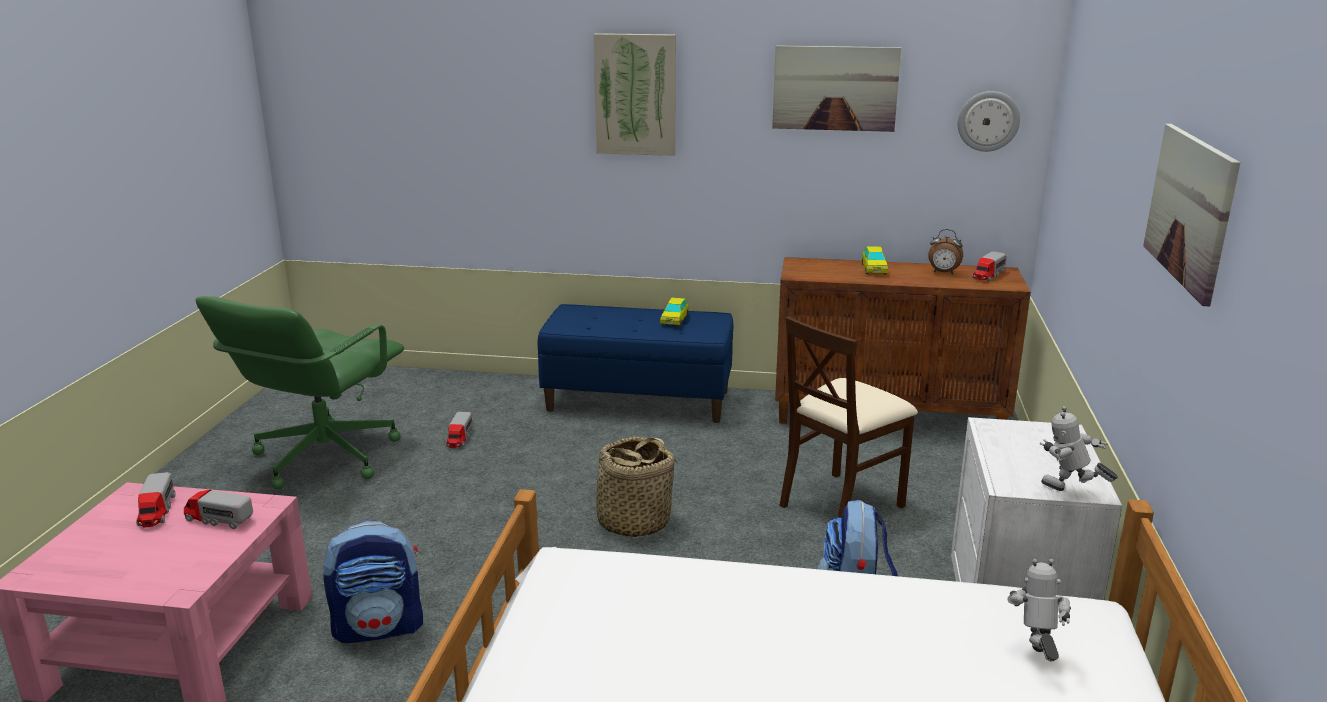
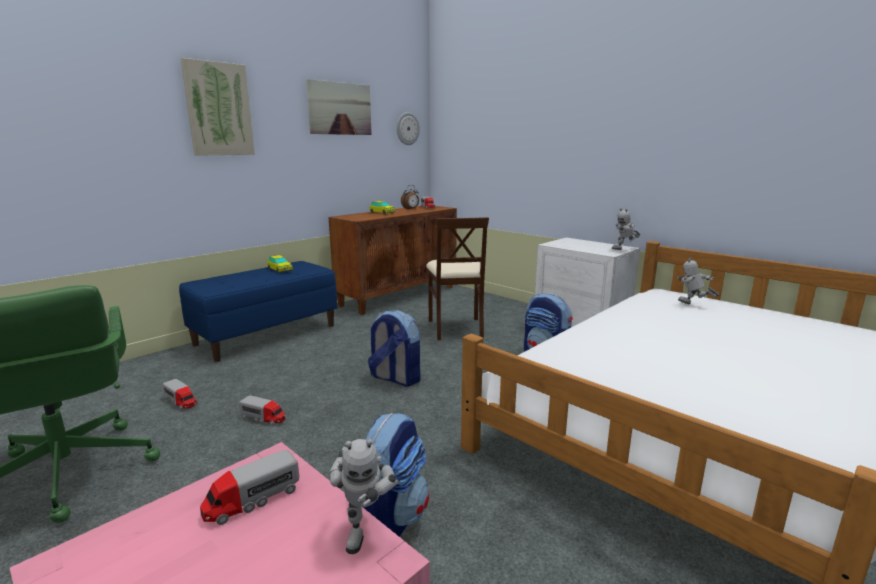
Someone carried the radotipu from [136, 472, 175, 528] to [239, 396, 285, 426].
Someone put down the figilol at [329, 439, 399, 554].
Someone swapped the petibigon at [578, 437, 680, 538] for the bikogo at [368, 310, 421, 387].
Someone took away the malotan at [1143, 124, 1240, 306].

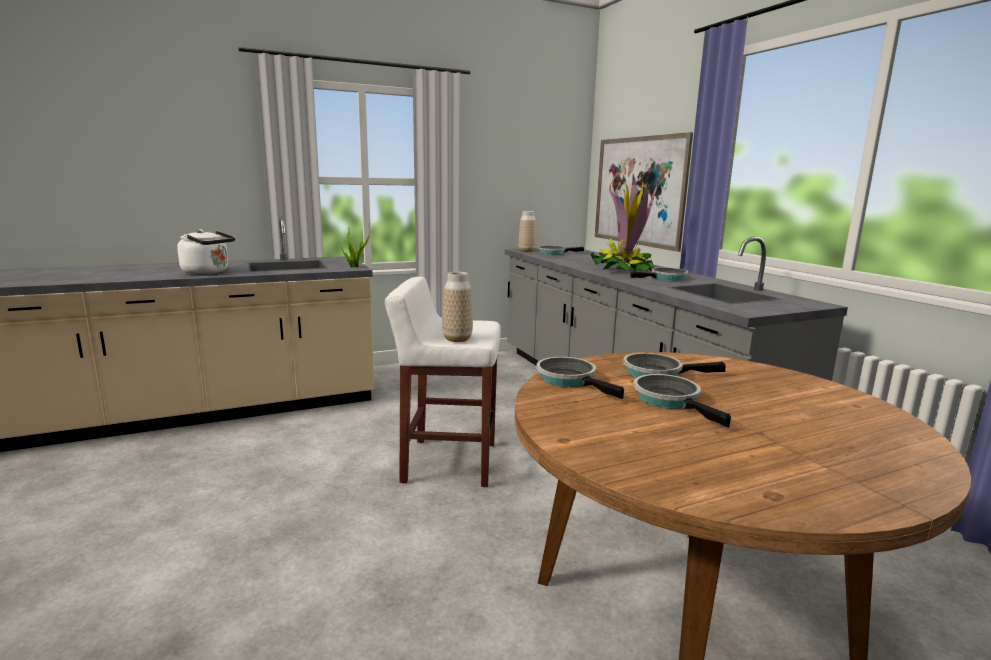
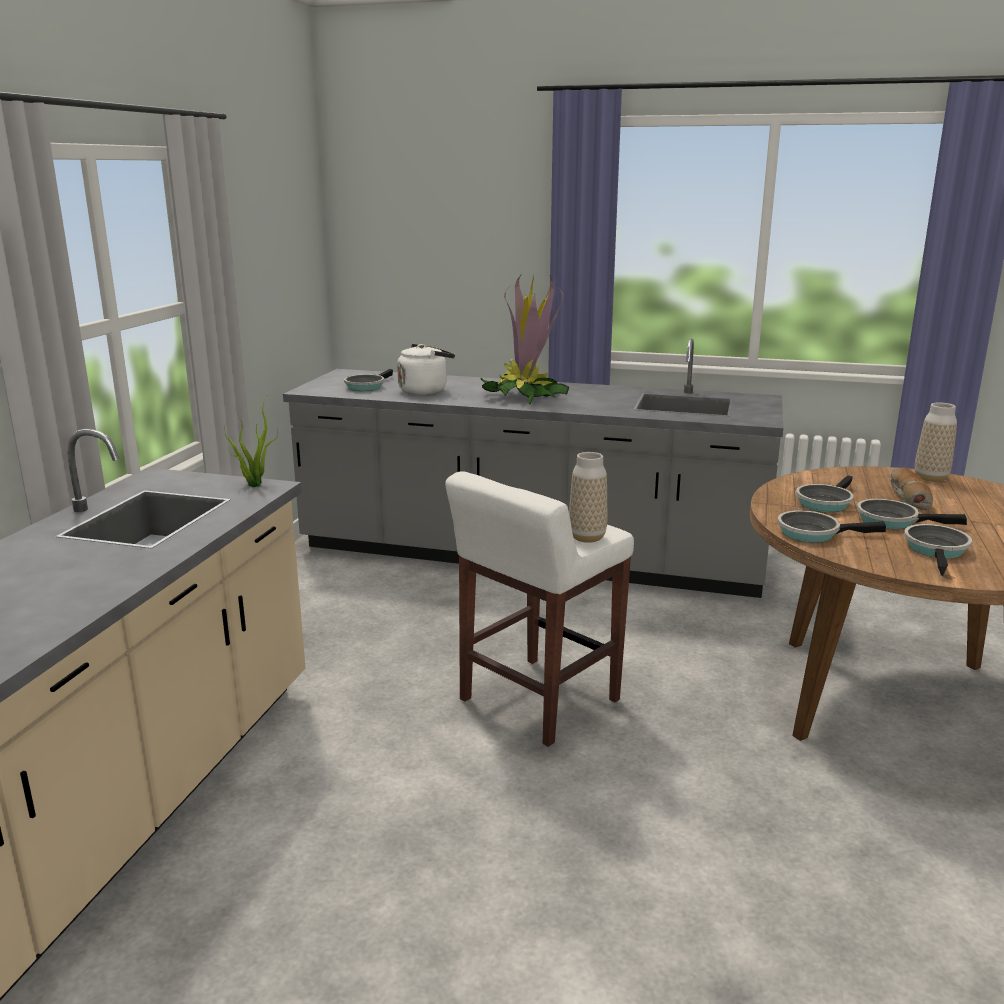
Someone carried the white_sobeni from [177, 229, 235, 275] to [397, 344, 455, 395].
Someone put down the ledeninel at [890, 467, 933, 510].
Someone carried the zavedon from [630, 268, 688, 281] to [904, 524, 972, 576].
Someone carried the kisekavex from [518, 211, 536, 252] to [915, 402, 957, 482].
Someone took away the malotan at [595, 132, 693, 252].

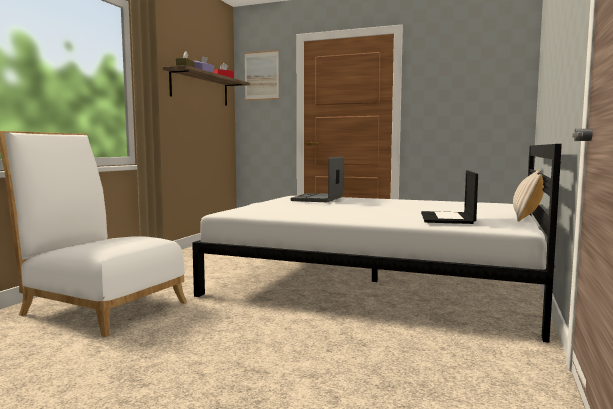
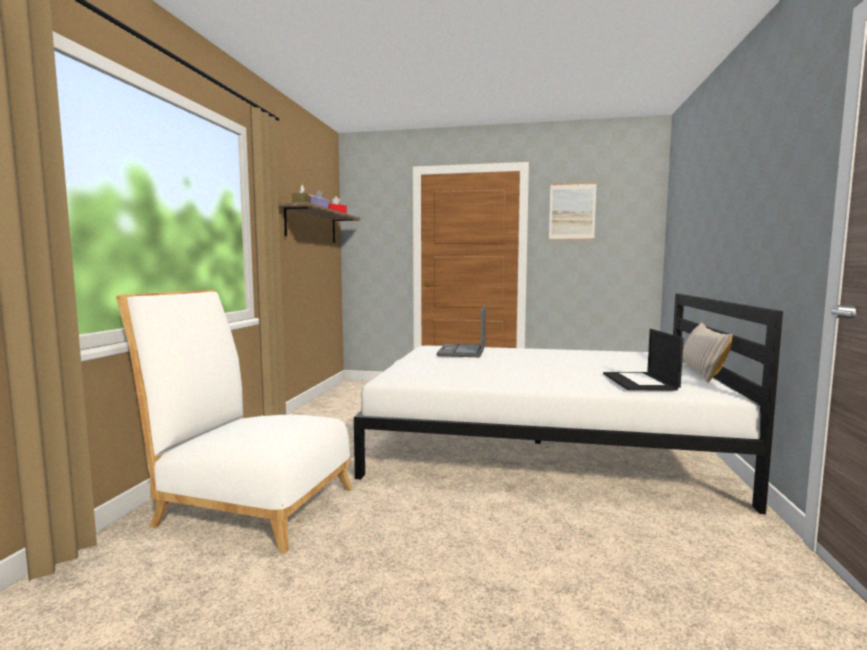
Someone carried the malotan from [244, 50, 279, 100] to [549, 182, 597, 240].

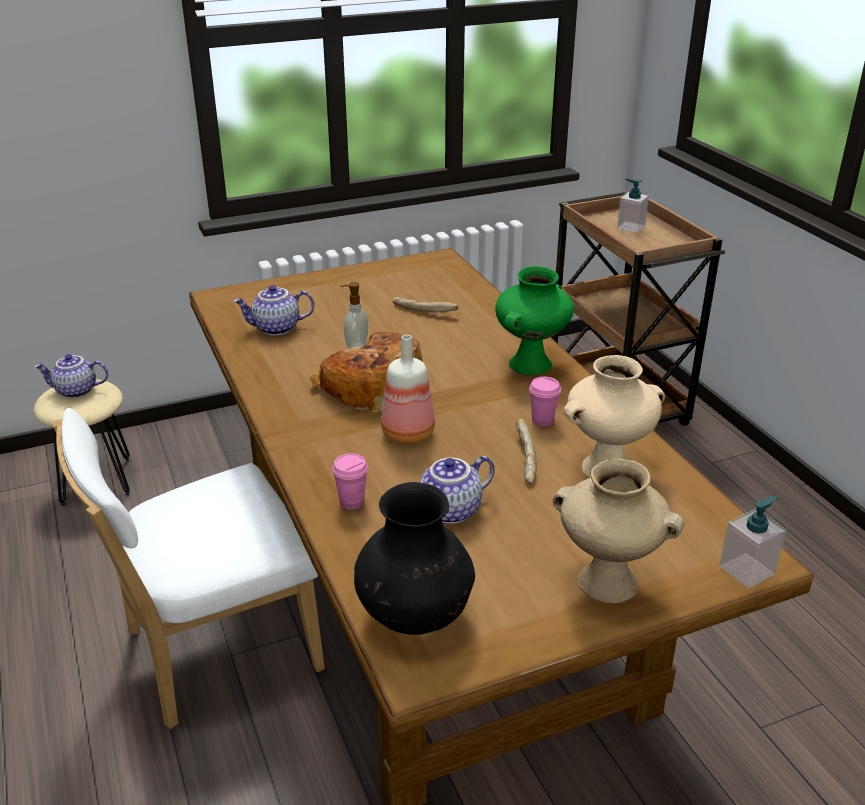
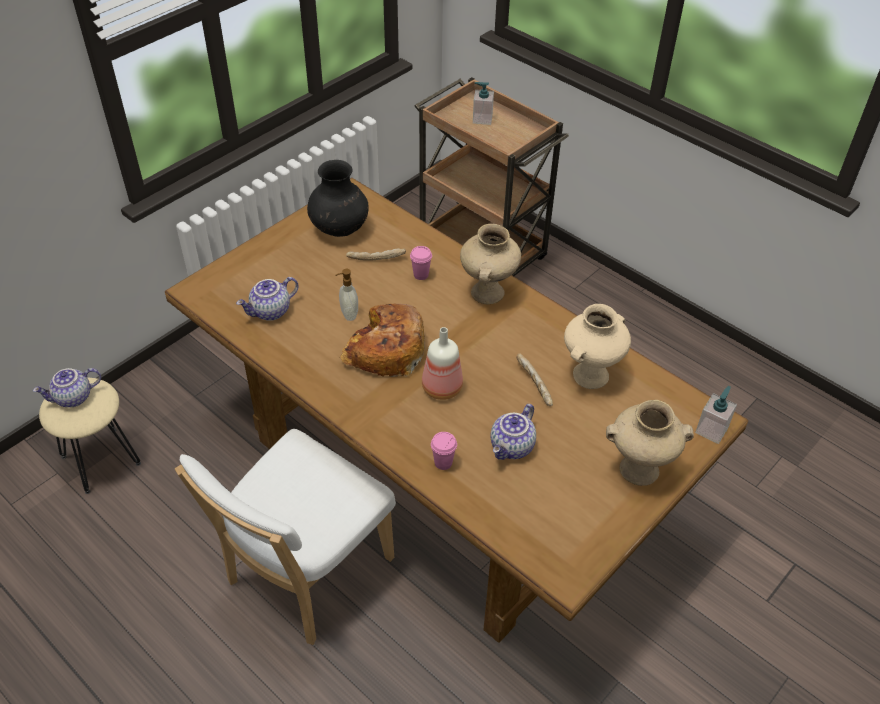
Someone carried the black_kisekavex from [354, 482, 475, 635] to [307, 160, 369, 237].
Someone carried the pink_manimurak from [529, 377, 561, 427] to [410, 246, 432, 280].
Someone repainted the green_kisekavex at [495, 266, 574, 375], which became the beige_kisekavex at [460, 224, 521, 304].

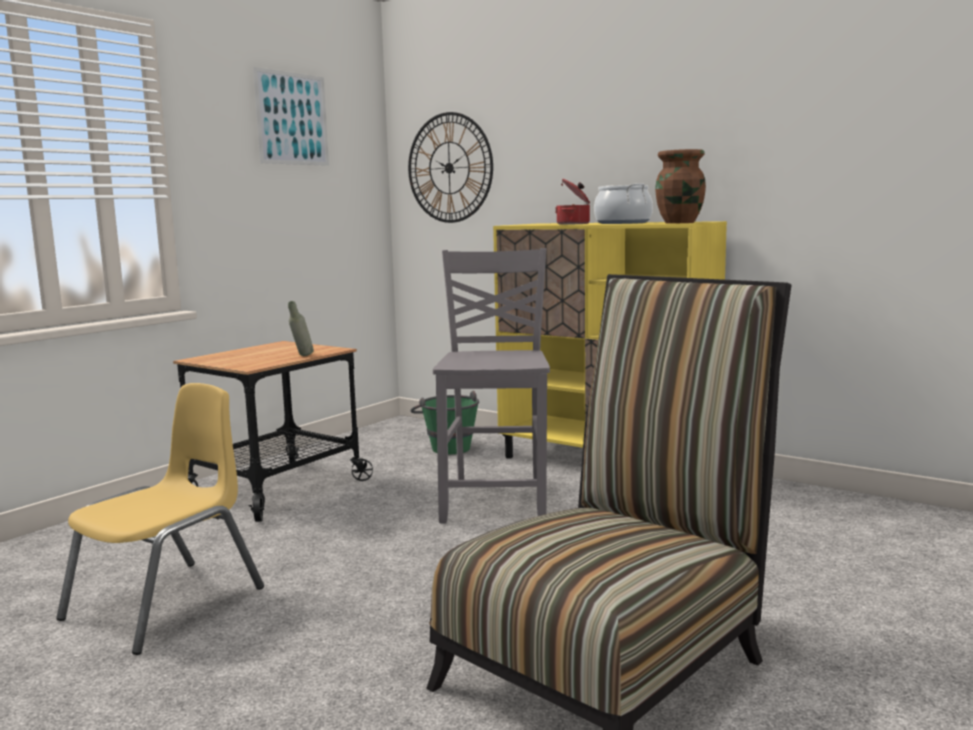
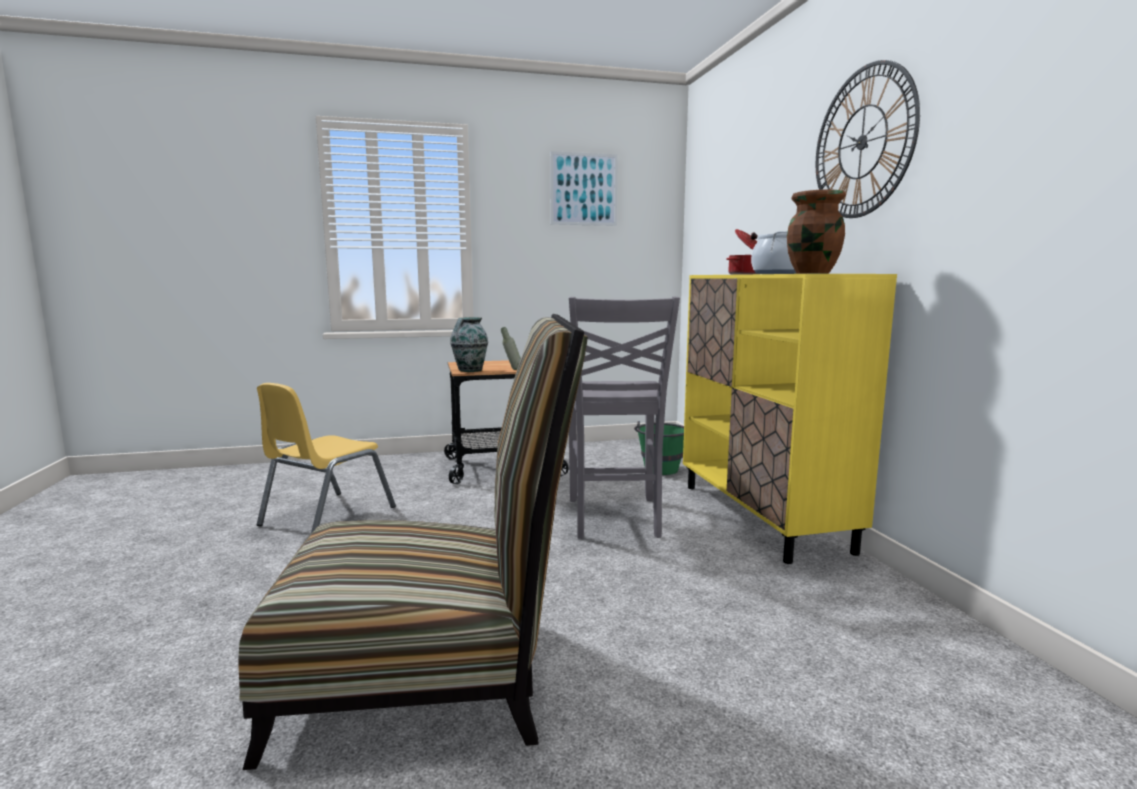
Someone rotated the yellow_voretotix at [56, 383, 264, 655] by 135 degrees clockwise.
Someone put down the kisekavex at [450, 317, 488, 372].
Someone rotated the grey_voretotix at [433, 248, 550, 524] by 135 degrees clockwise.
Someone carried the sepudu from [408, 112, 493, 223] to [816, 60, 920, 218].

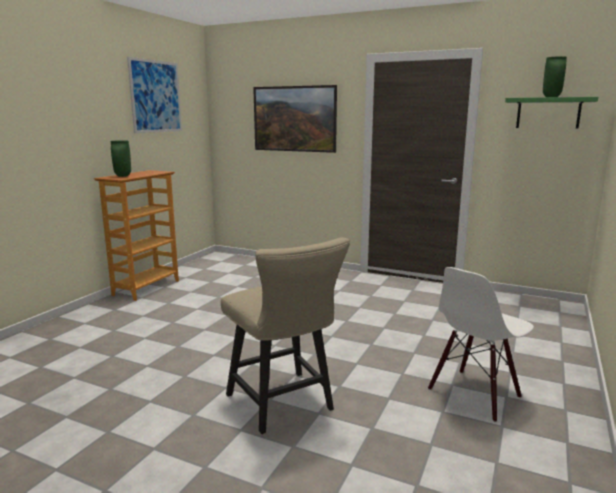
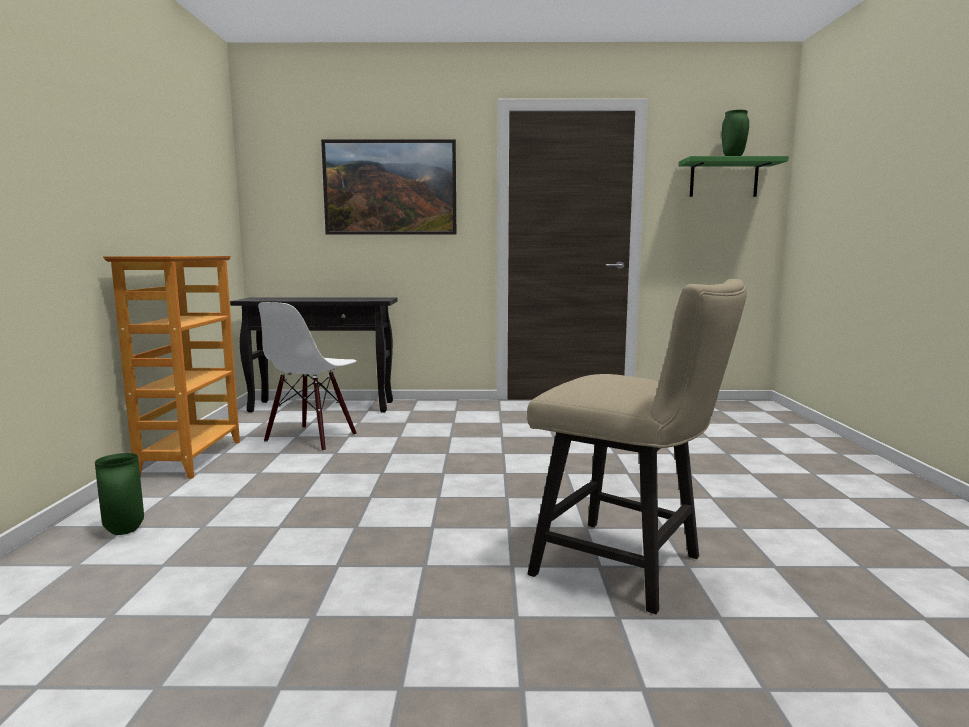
Someone carried the green_kisekavex from [111, 140, 131, 177] to [95, 453, 144, 535].
Someone put down the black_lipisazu at [230, 297, 398, 412].
Someone carried the white_voretotix from [428, 267, 534, 423] to [258, 302, 357, 451].
Someone took away the malotan at [127, 57, 182, 133].

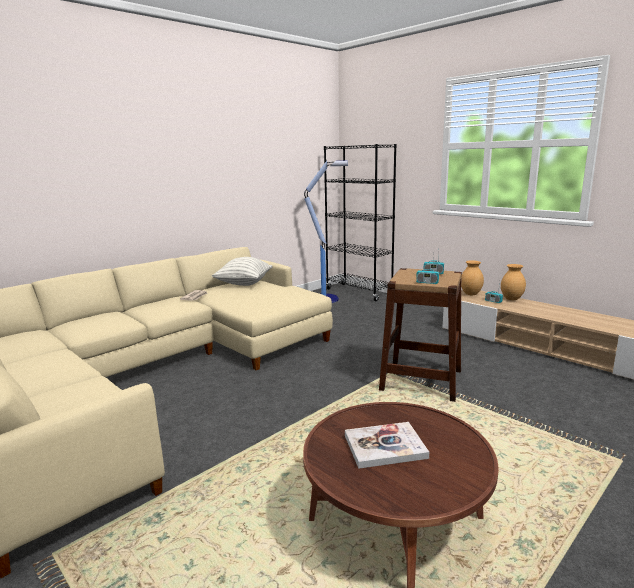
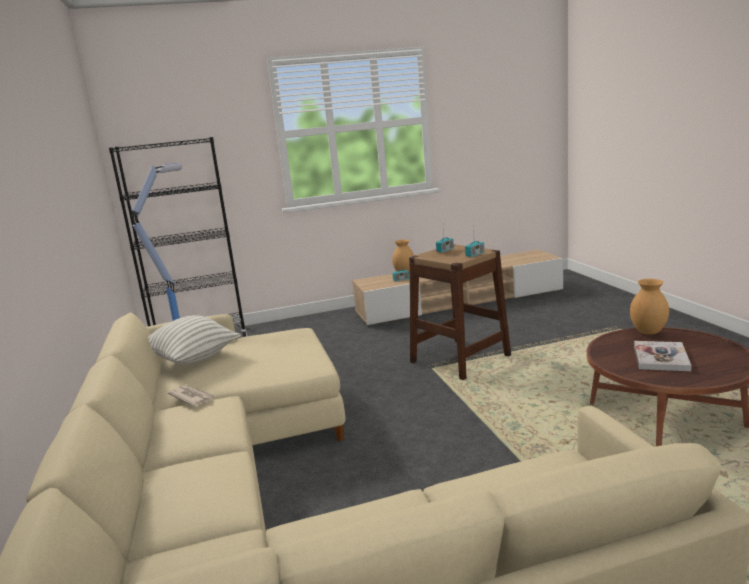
Someone carried the brown_kisekavex from [461, 260, 484, 295] to [630, 279, 669, 334].

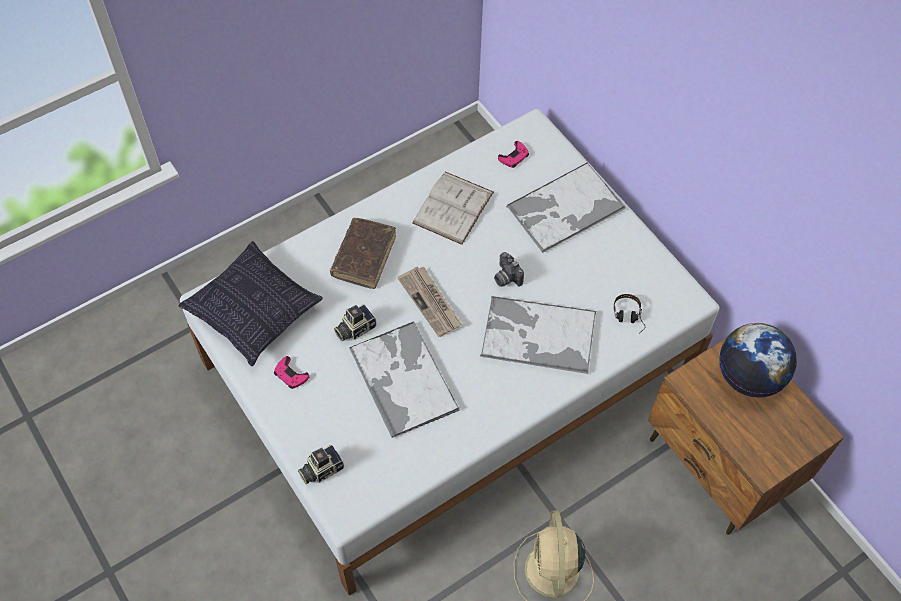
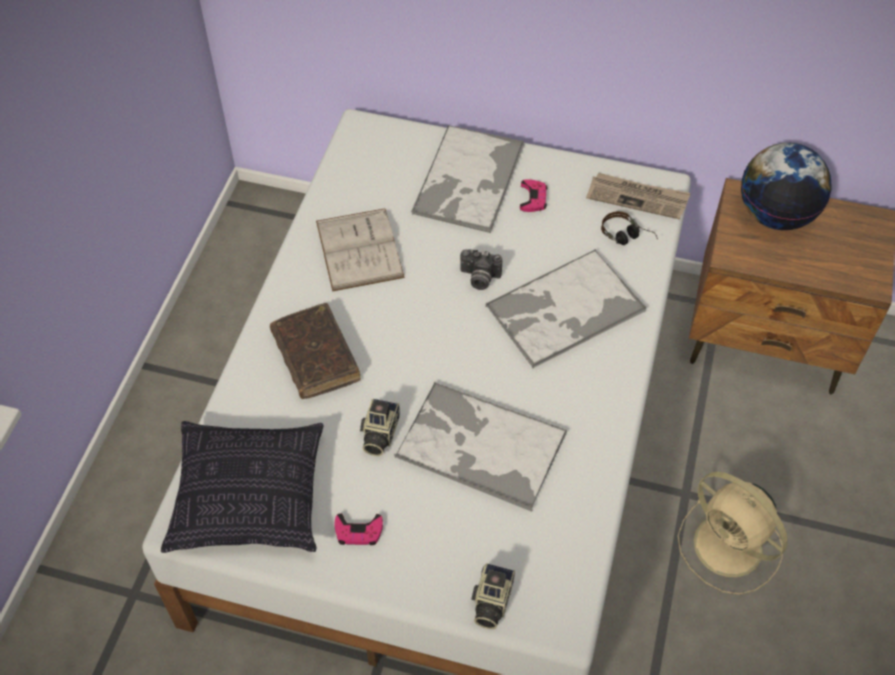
Someone carried the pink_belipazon from [498, 141, 529, 168] to [520, 179, 547, 212].
Someone carried the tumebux from [397, 267, 462, 337] to [586, 173, 691, 220].

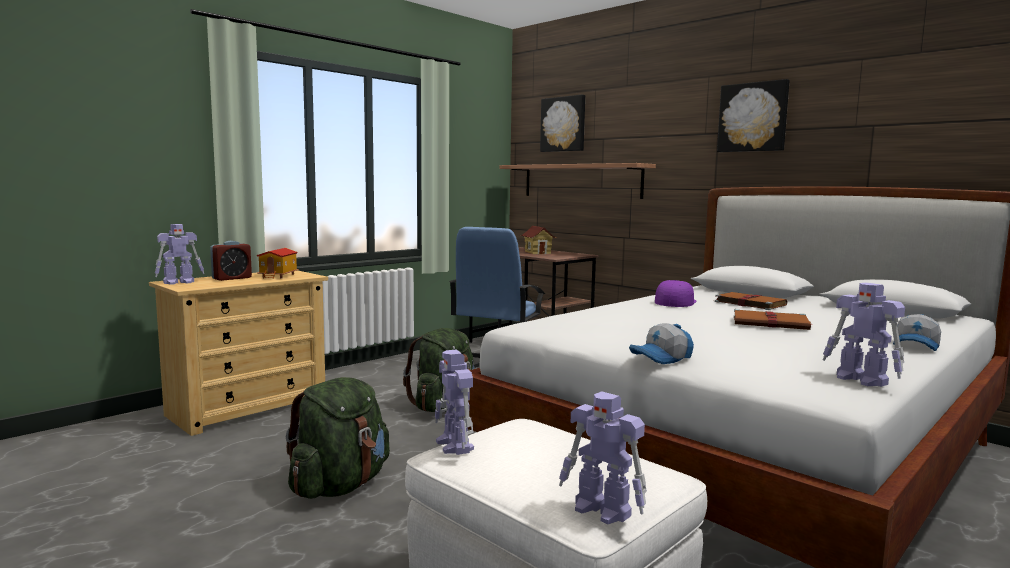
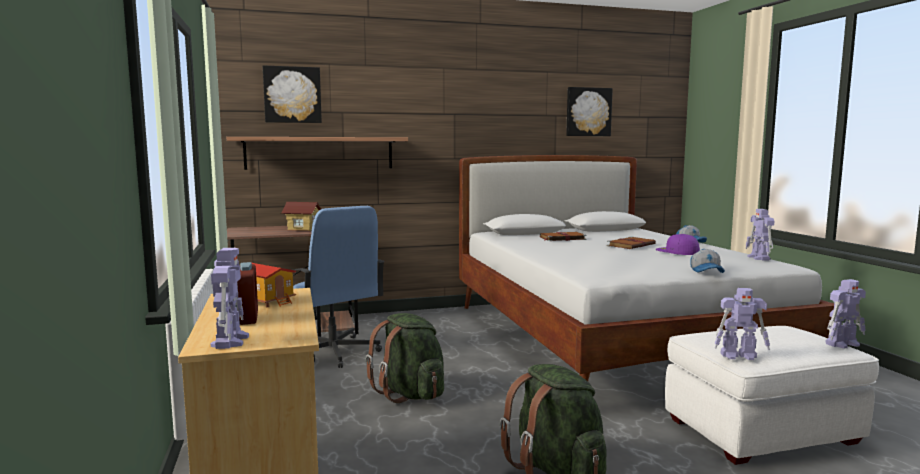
Someone carried the malotan from [717, 79, 790, 152] to [566, 87, 613, 136].
Someone carried the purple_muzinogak from [655, 280, 696, 307] to [656, 234, 700, 255].
Someone rotated the figilol at [823, 282, 905, 387] by 90 degrees clockwise.

